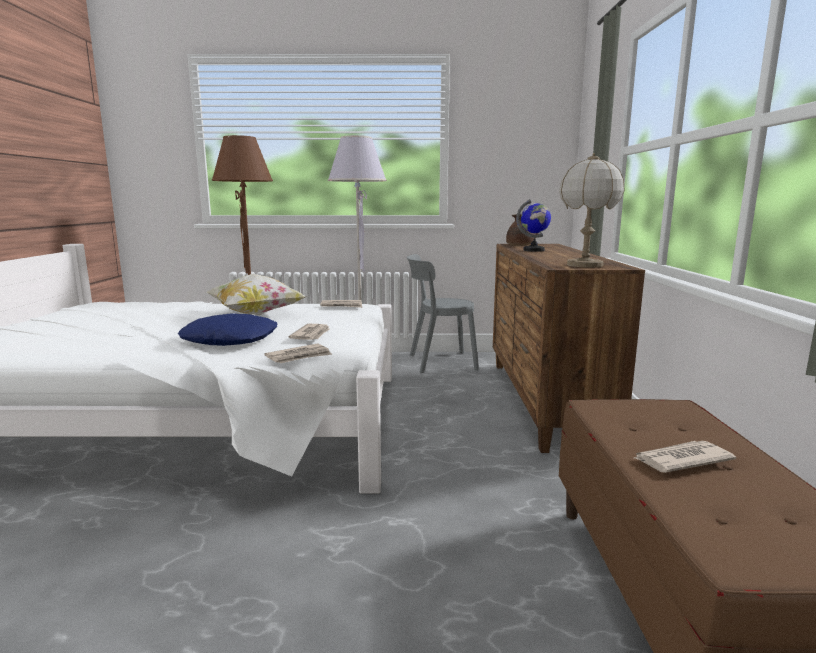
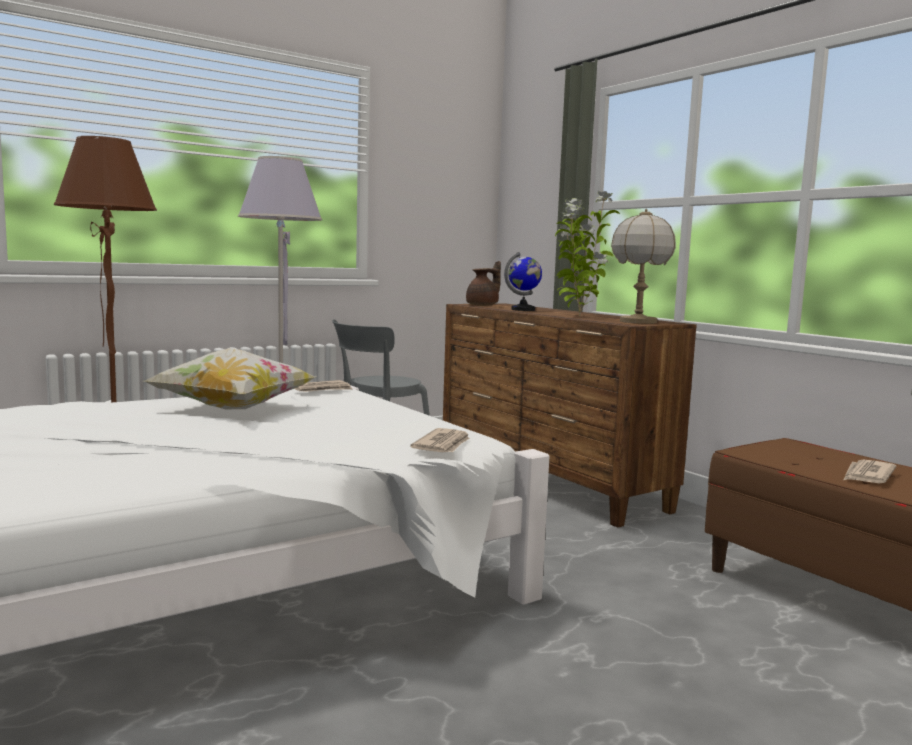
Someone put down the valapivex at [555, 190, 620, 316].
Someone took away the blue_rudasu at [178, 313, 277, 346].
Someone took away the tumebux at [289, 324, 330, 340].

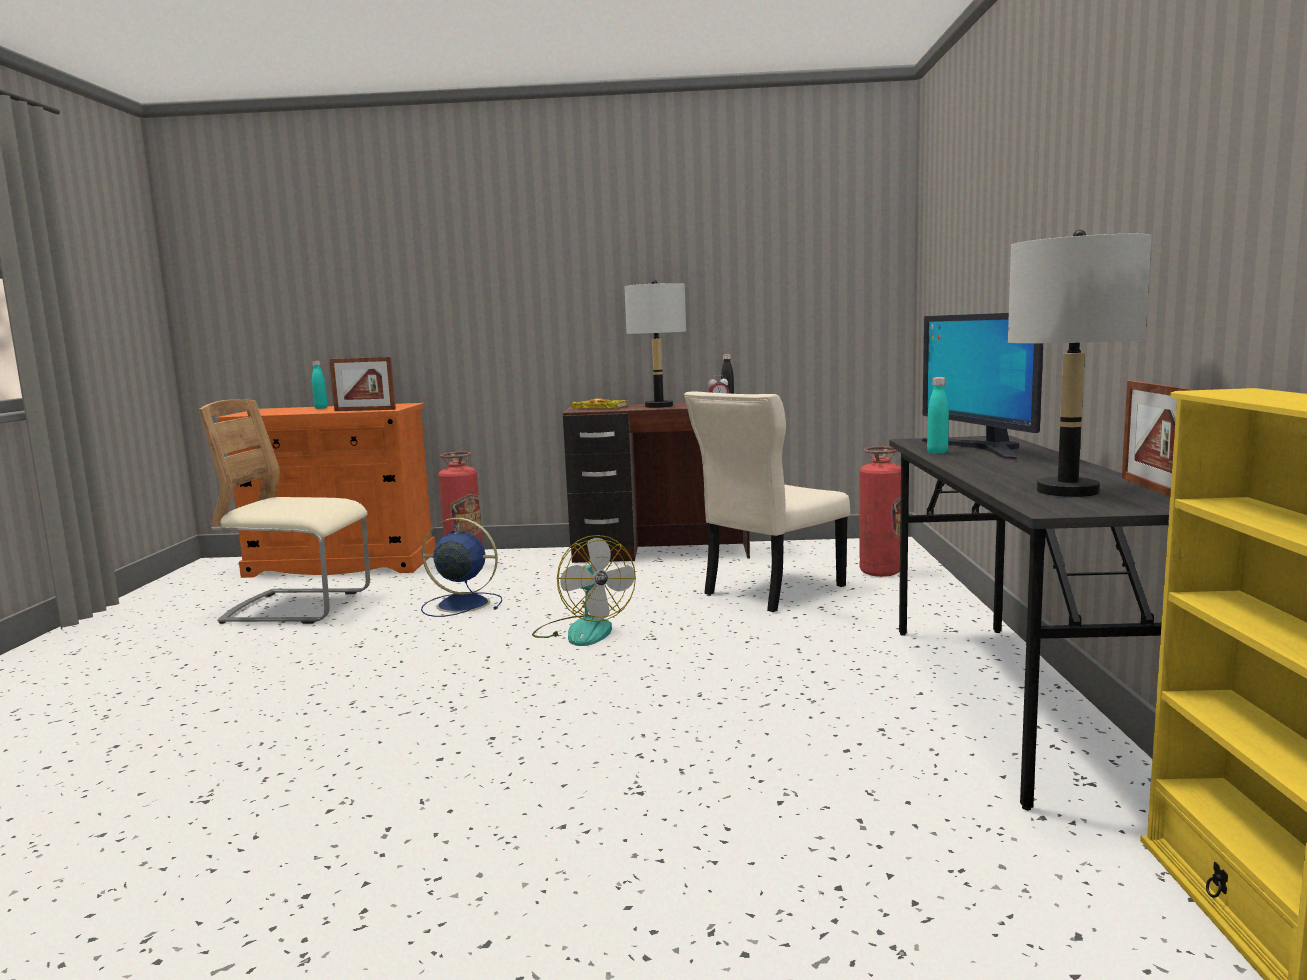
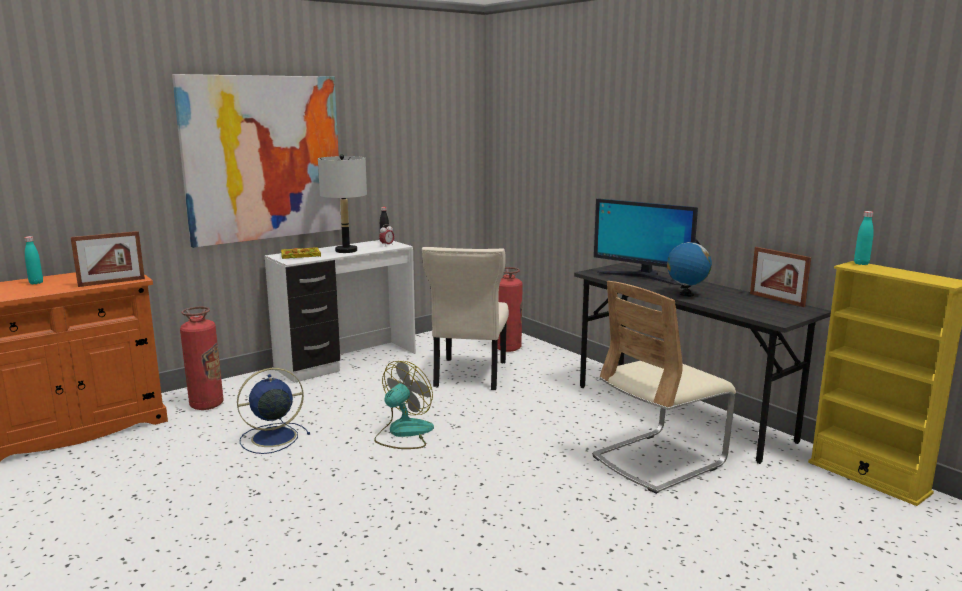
Someone put up the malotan at [172, 74, 342, 248].
Someone repainted the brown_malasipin at [563, 403, 750, 563], which became the white_malasipin at [265, 240, 416, 383].
Someone rotated the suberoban at [532, 535, 636, 646] by 75 degrees counterclockwise.
Someone carried the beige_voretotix from [199, 399, 370, 624] to [592, 281, 736, 494].
Someone put down the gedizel at [667, 240, 712, 297].
Someone carried the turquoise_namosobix from [927, 377, 949, 454] to [854, 211, 873, 265].
Someone took away the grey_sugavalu at [1008, 230, 1152, 497].

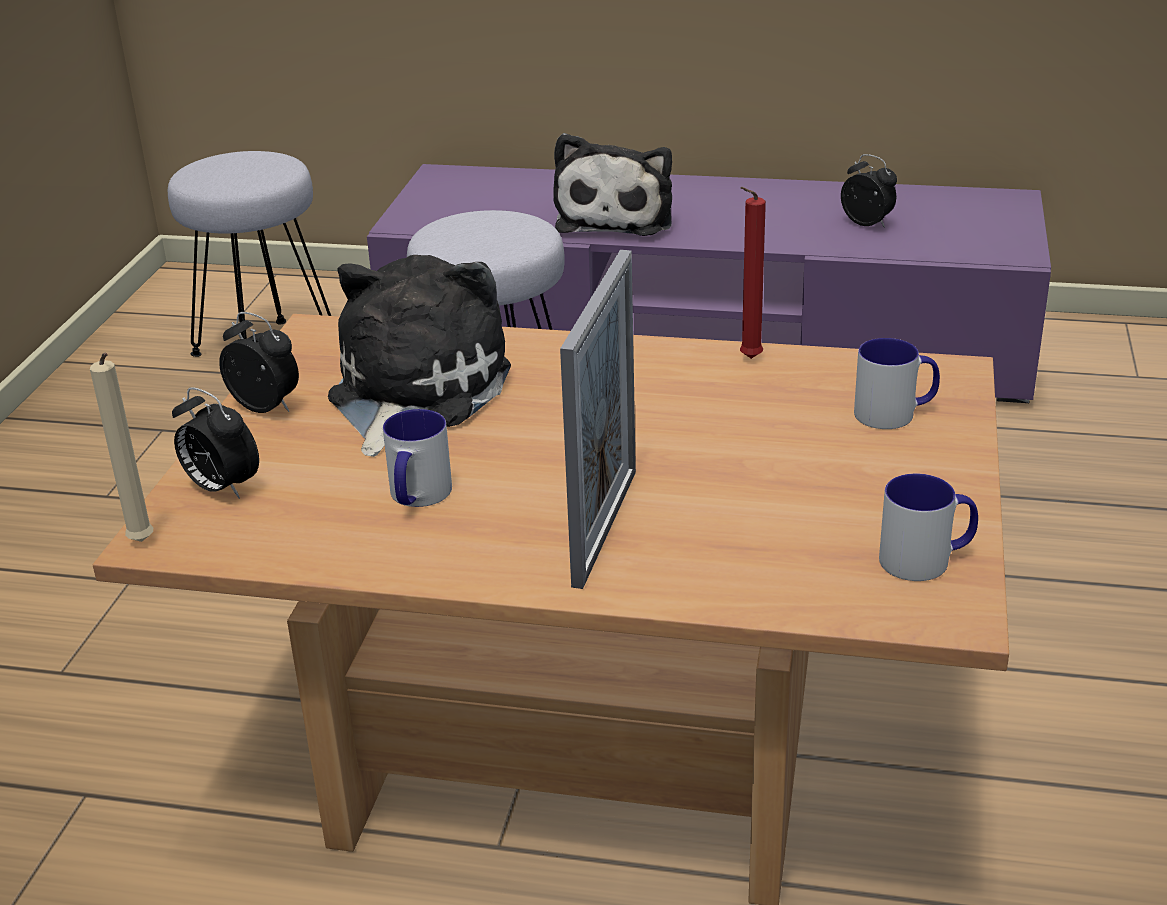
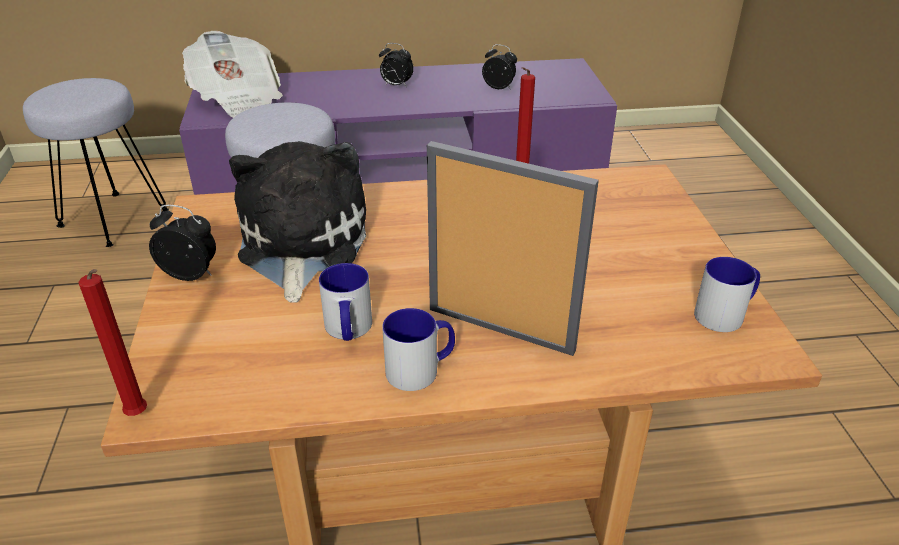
Someone repainted the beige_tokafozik at [90, 353, 153, 542], which became the red_tokafozik at [78, 269, 147, 416].
Someone put down the tumebux at [182, 31, 283, 118].
Someone carried the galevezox from [172, 387, 259, 499] to [379, 43, 414, 87].
Someone carried the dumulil from [854, 338, 940, 429] to [382, 308, 455, 391].
Someone rotated the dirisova at [560, 250, 636, 589] by 60 degrees counterclockwise.
Someone took away the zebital at [553, 133, 672, 236].

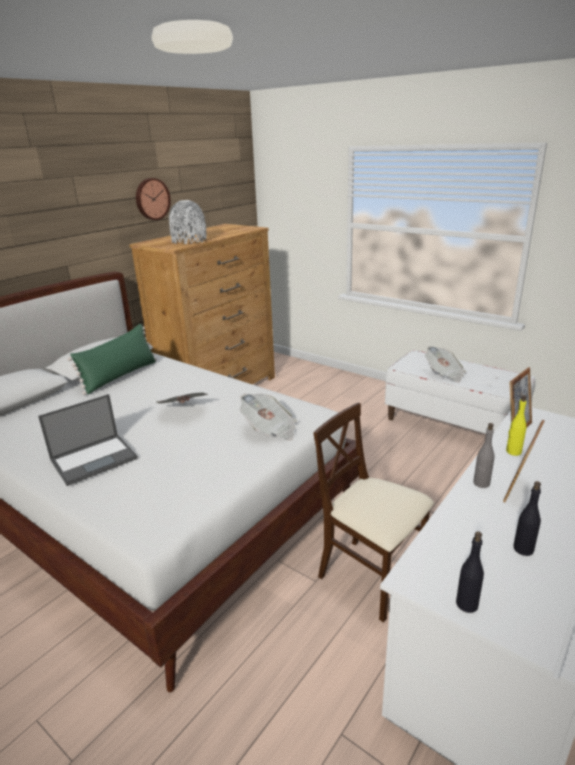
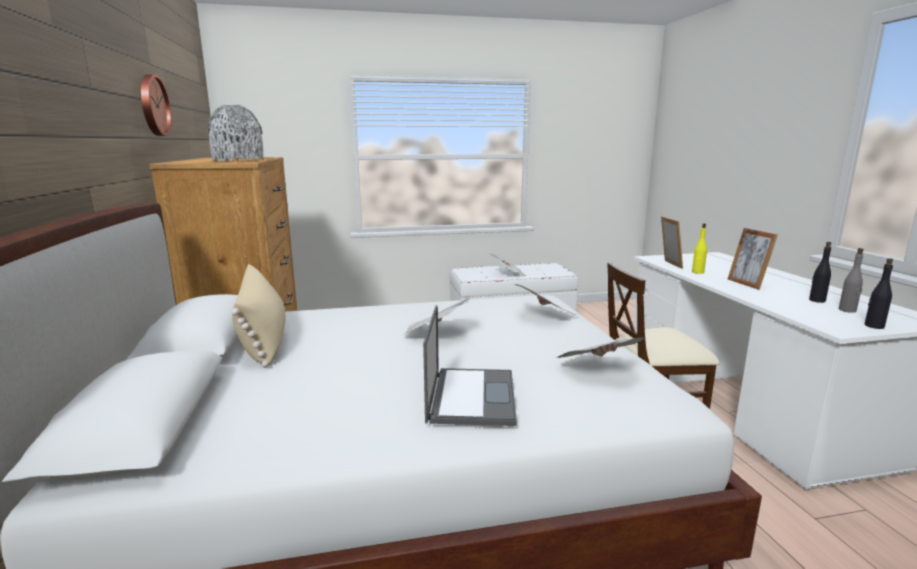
Someone repainted the green_rudasu at [67, 324, 157, 395], which became the beige_rudasu at [232, 264, 285, 368].
Someone put down the tumebux at [558, 337, 645, 358].
Someone carried the grey_namosobix from [473, 423, 495, 488] to [839, 248, 864, 313].

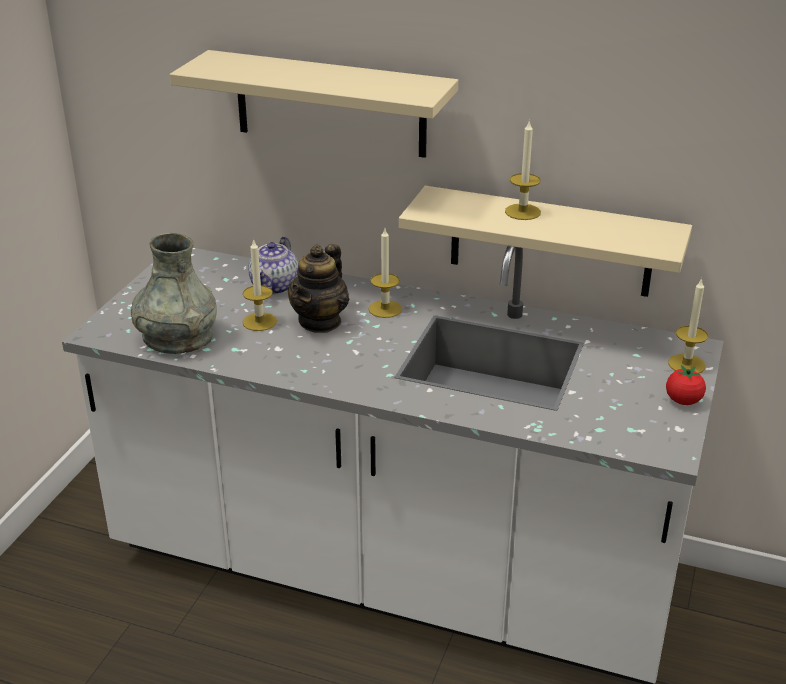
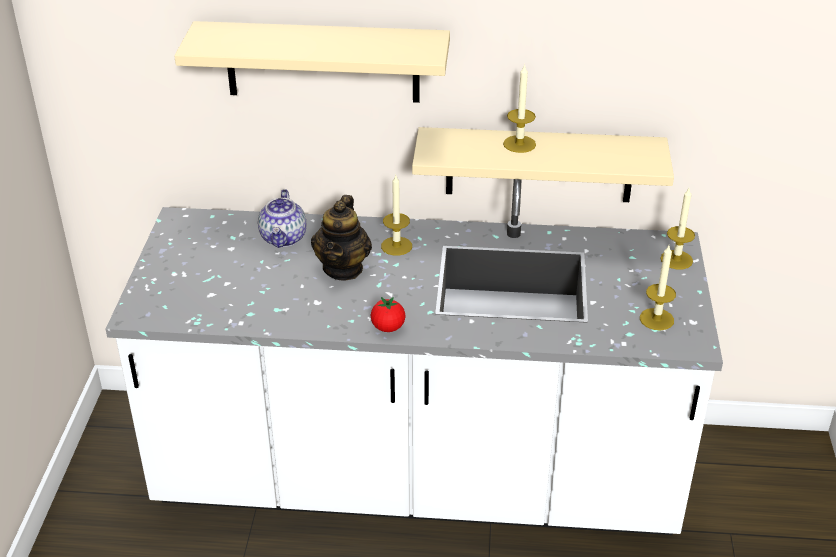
Someone carried the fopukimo from [666, 365, 706, 405] to [371, 297, 406, 332].
Someone carried the tokafozik from [243, 239, 277, 331] to [640, 245, 676, 330].
Someone took away the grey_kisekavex at [131, 233, 217, 354].

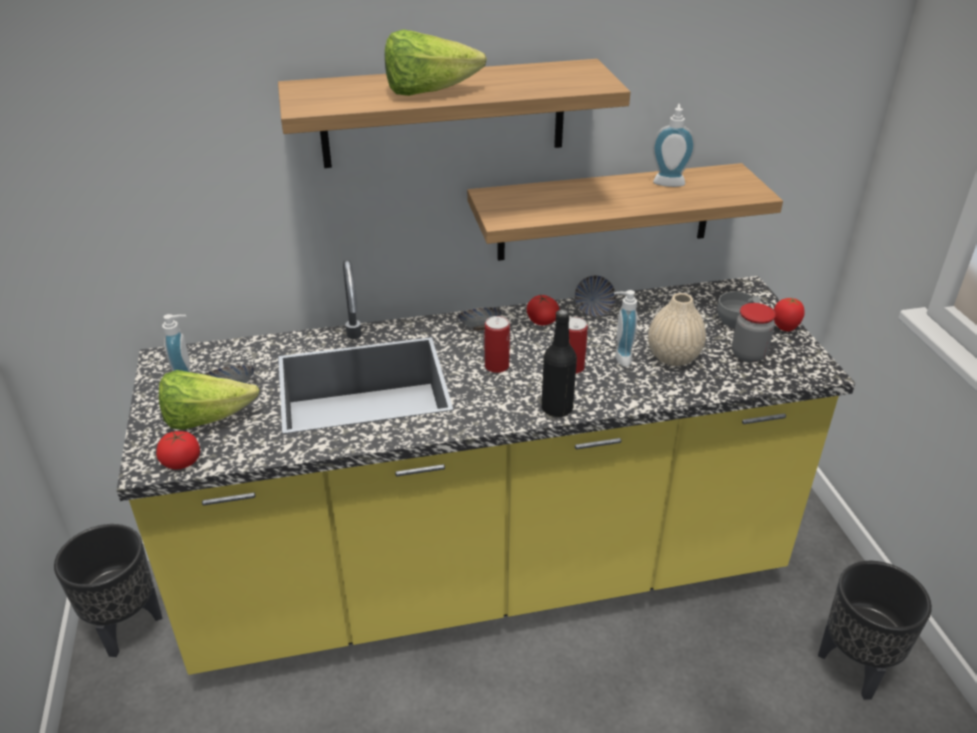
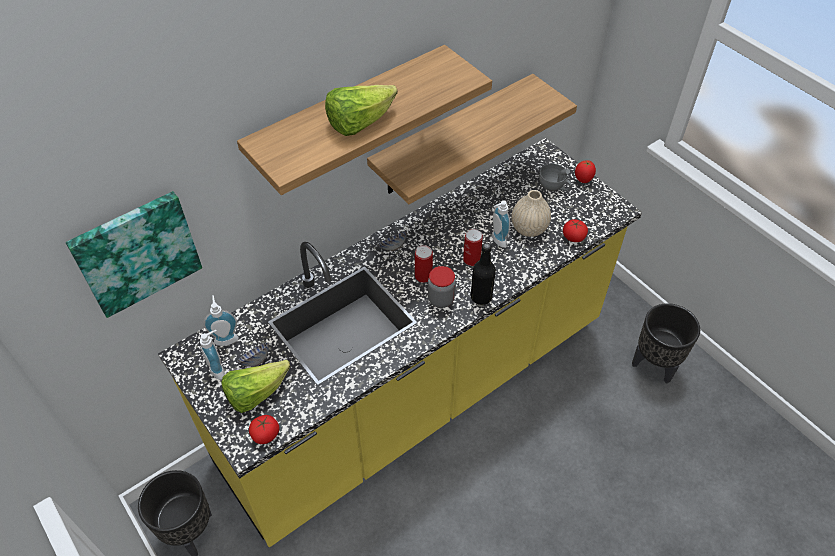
Someone put up the malotan at [66, 191, 202, 318].
Someone carried the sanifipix from [652, 104, 695, 187] to [203, 295, 239, 346].
Someone carried the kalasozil from [732, 303, 776, 363] to [428, 266, 456, 308].
Someone carried the fopukimo from [527, 295, 560, 325] to [563, 219, 588, 242].
Someone took away the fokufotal at [575, 275, 616, 317].

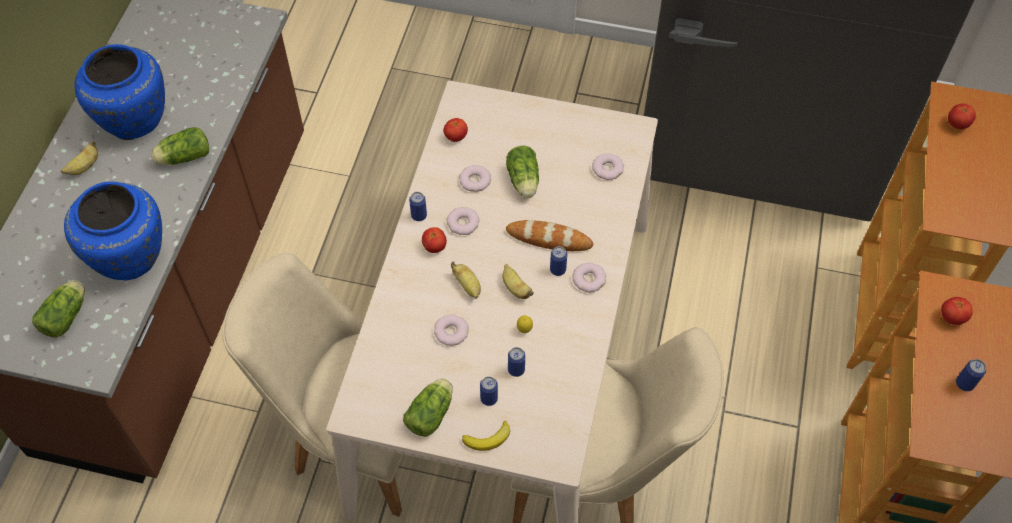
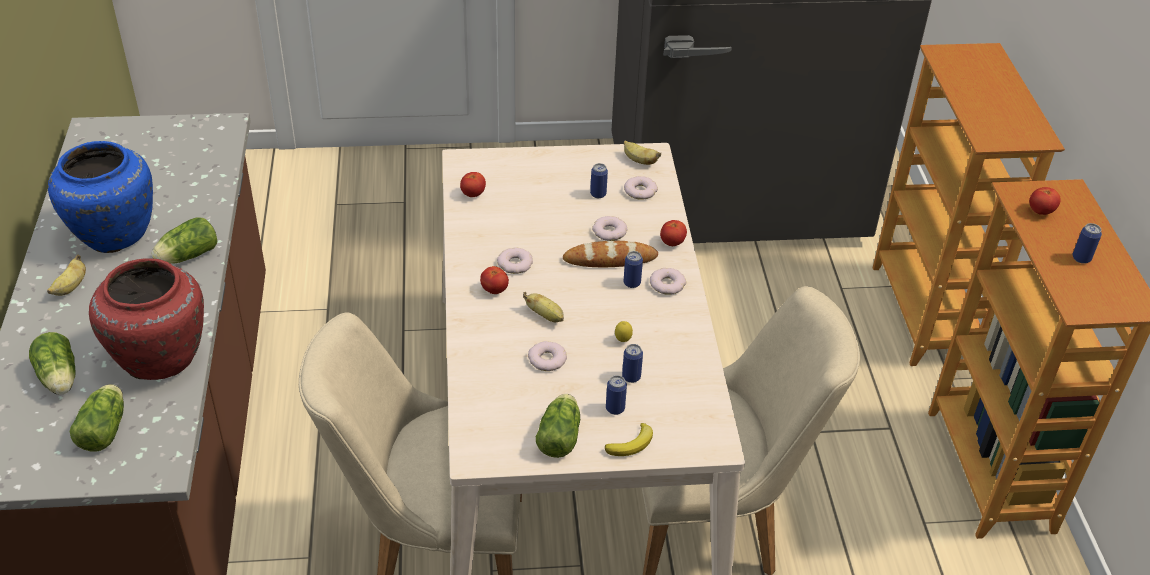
Someone carried the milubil from [506, 146, 539, 198] to [29, 332, 75, 395].
Someone repainted the blue_kisekavex at [64, 182, 162, 280], which became the red_kisekavex at [89, 258, 204, 380].
Someone carried the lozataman from [409, 192, 427, 221] to [590, 163, 608, 198].
Someone carried the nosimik from [459, 165, 491, 192] to [592, 216, 627, 241].
Someone carried the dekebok from [502, 264, 534, 299] to [624, 140, 661, 165].
Someone carried the fopukimo from [948, 104, 976, 129] to [660, 220, 687, 246].

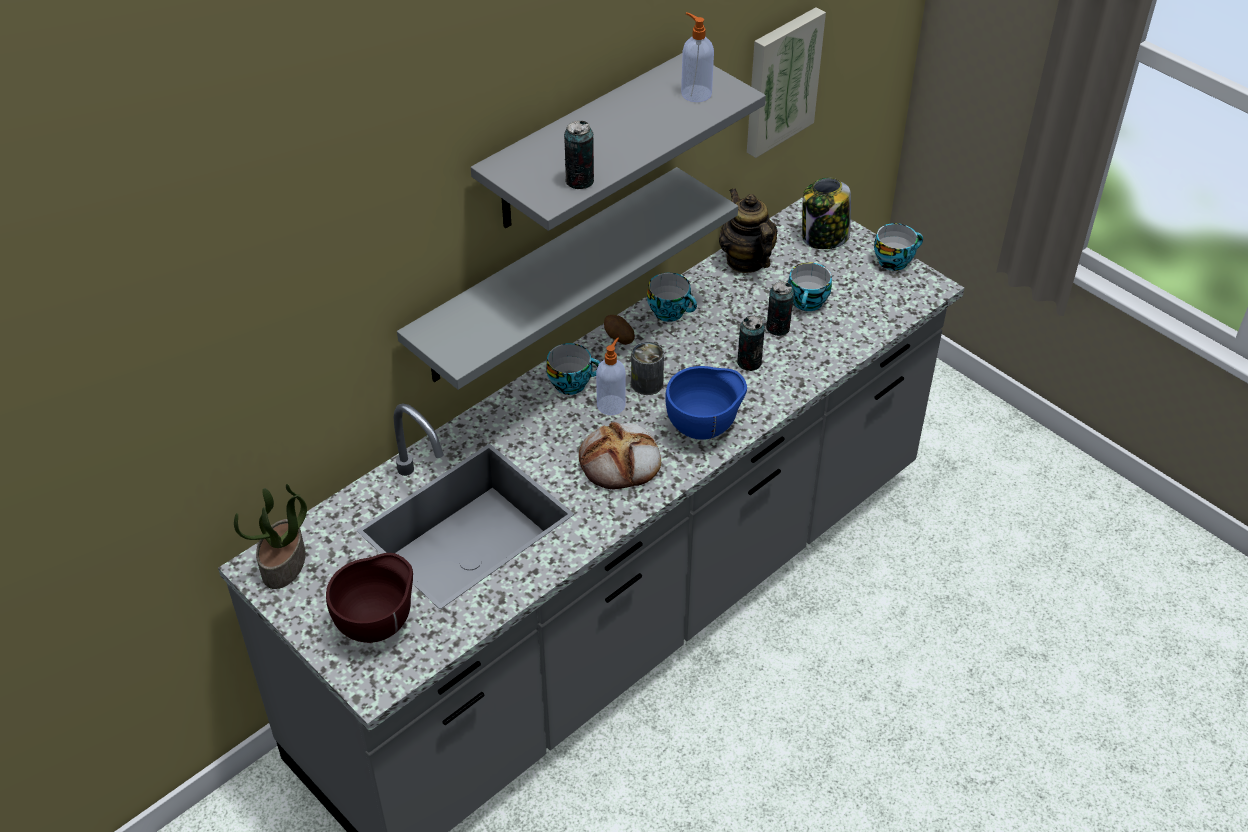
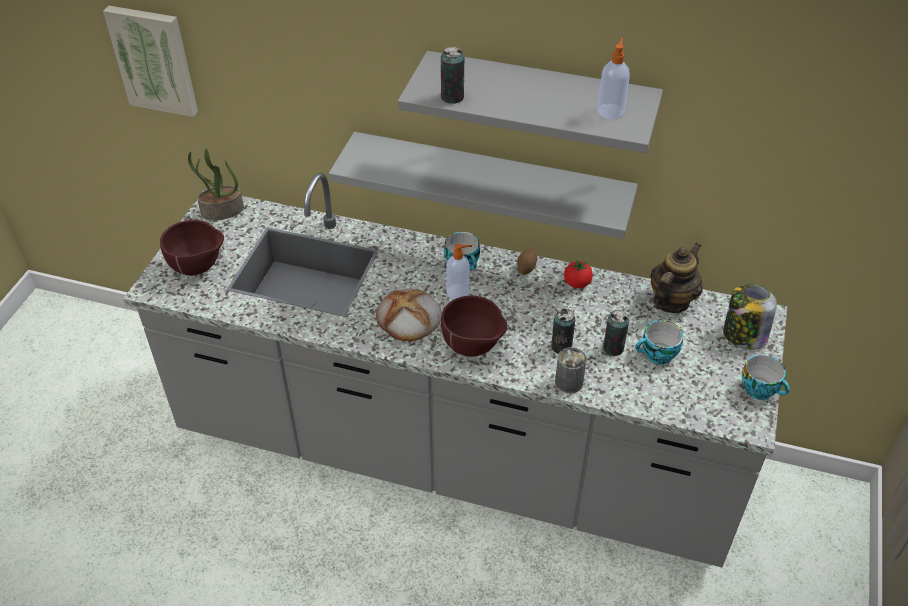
Someone carried the malotan from [747, 7, 826, 158] to [103, 6, 198, 117].
Someone repainted the blue_fokufotal at [665, 366, 747, 440], which became the brown_fokufotal at [441, 296, 507, 357].
Someone carried the lozataman from [631, 342, 664, 395] to [555, 347, 587, 393].
Someone swapped the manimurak at [647, 273, 697, 322] for the fopukimo at [564, 259, 593, 288].

